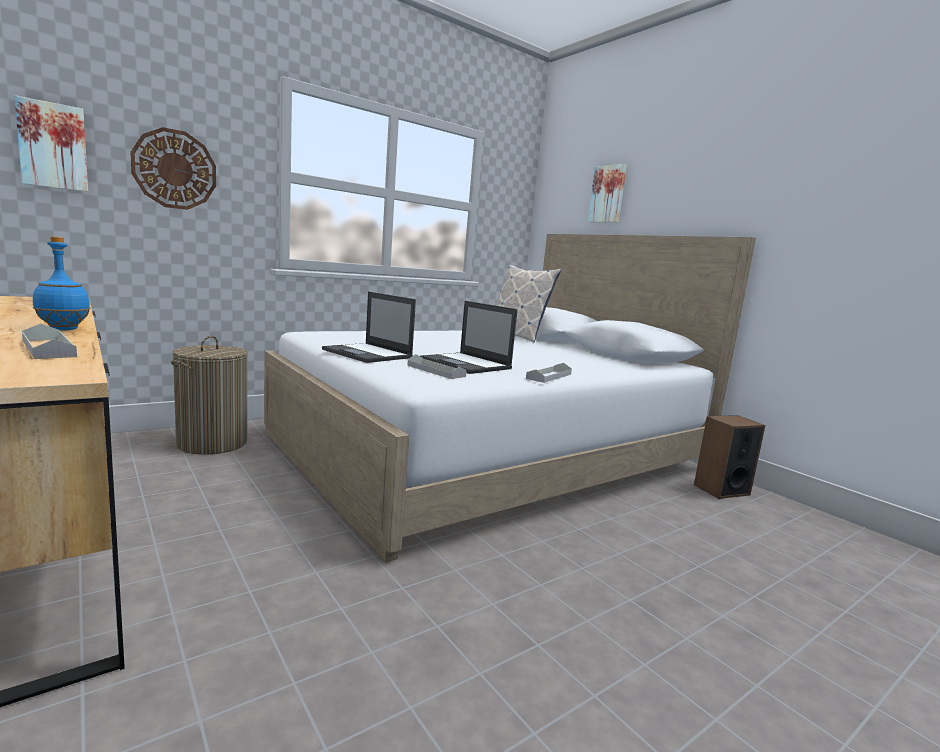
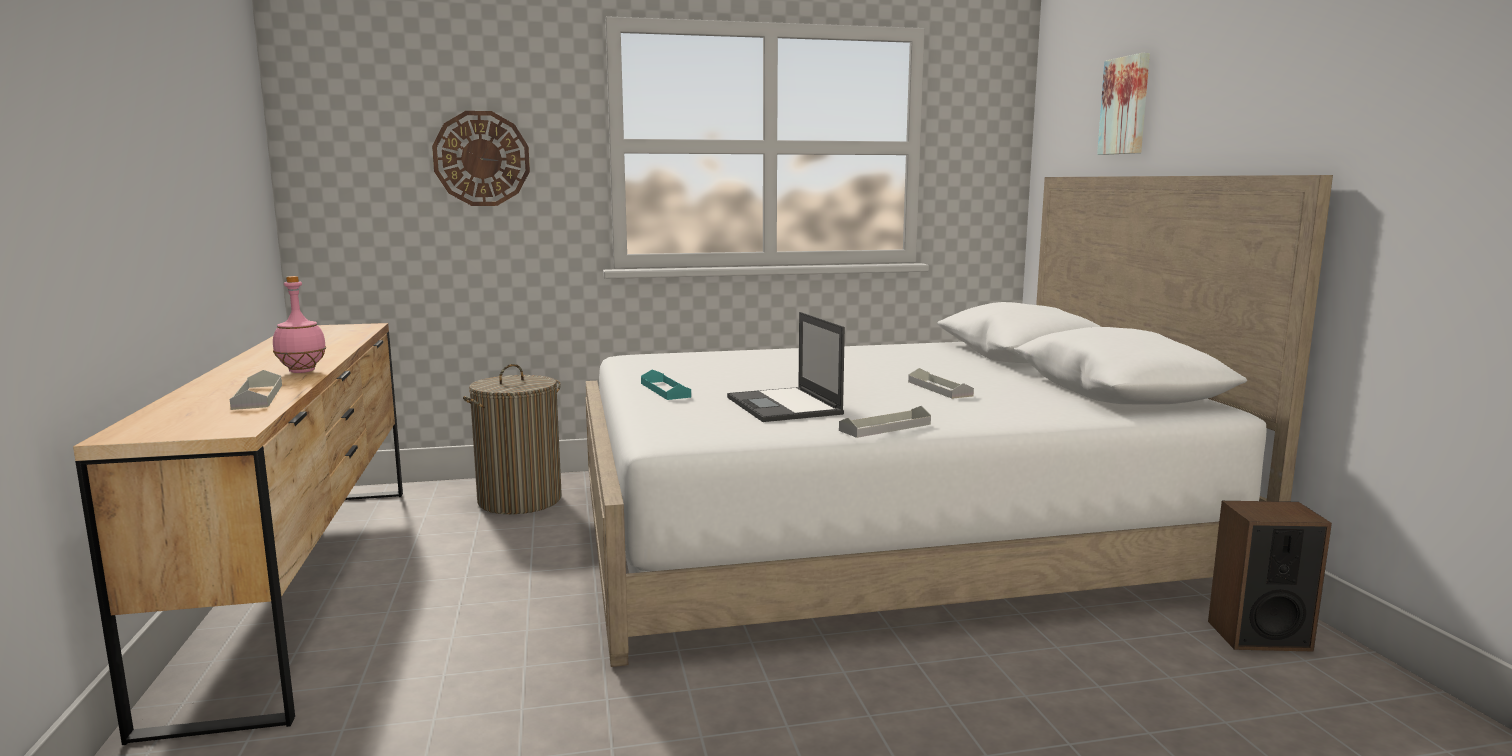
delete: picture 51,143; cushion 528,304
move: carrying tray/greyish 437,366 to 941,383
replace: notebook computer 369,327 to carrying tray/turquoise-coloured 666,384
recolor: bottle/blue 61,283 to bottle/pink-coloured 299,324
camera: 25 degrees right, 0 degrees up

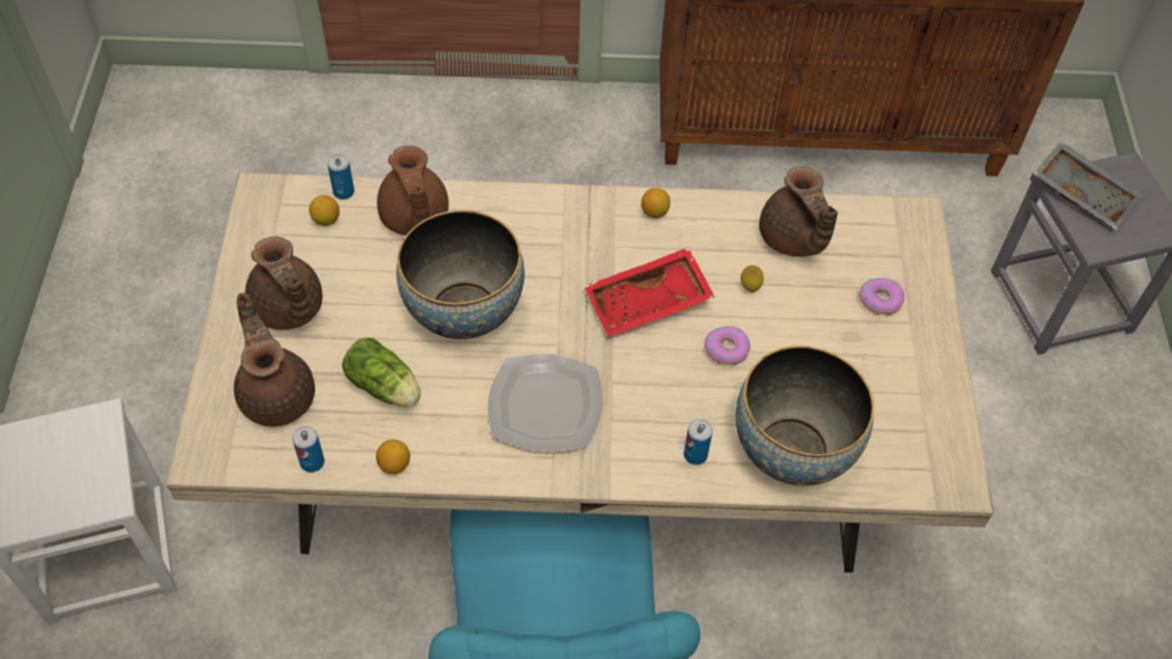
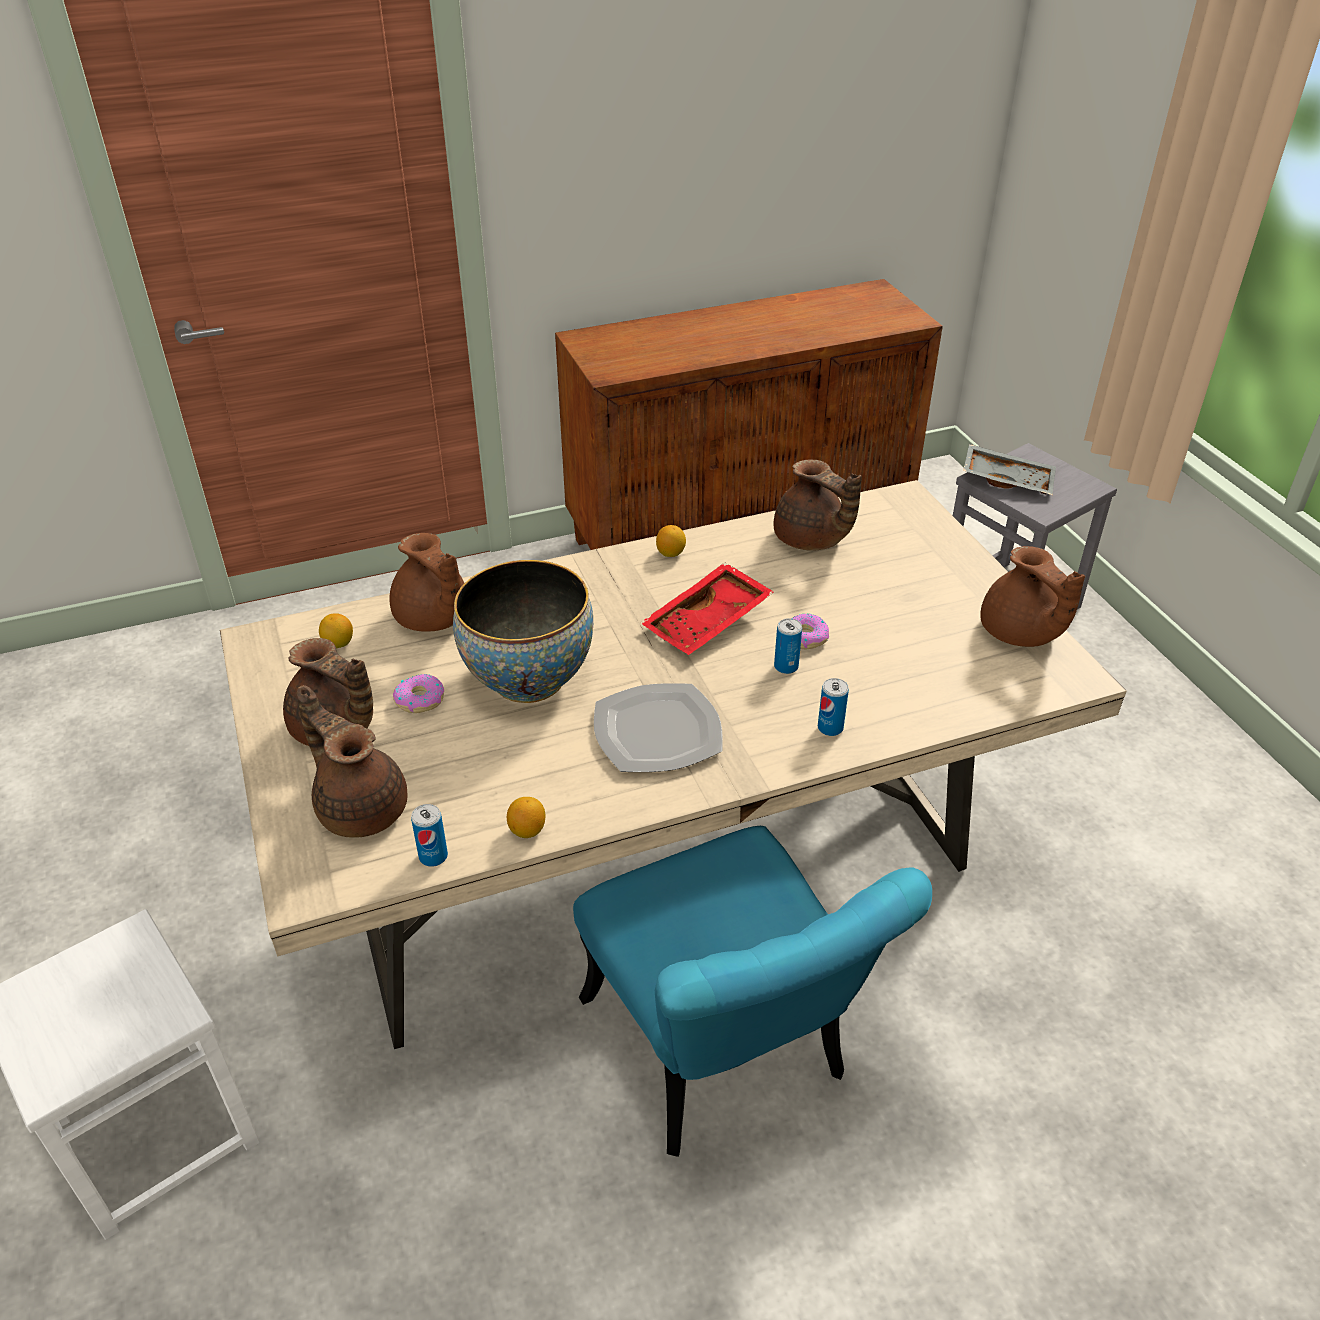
delete: head of lettuce 381,372; deep dish 805,415; citrus fruit 752,278
insert: teapot/brownish 1032,596
move: sealed can 340,177 to 788,646; donut 881,296 to 418,693
camera: 20 degrees left, 15 degrees down

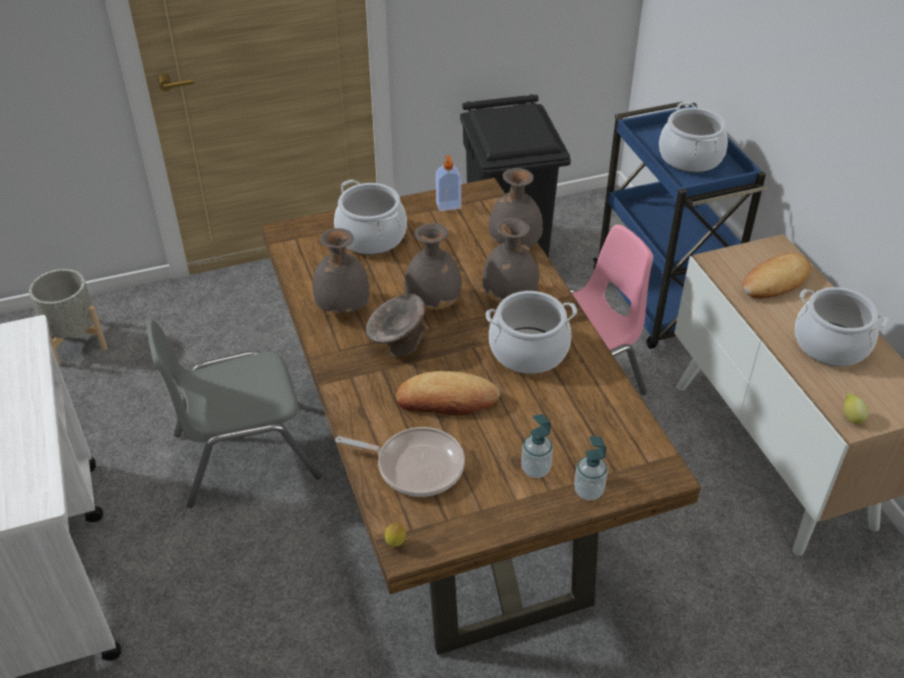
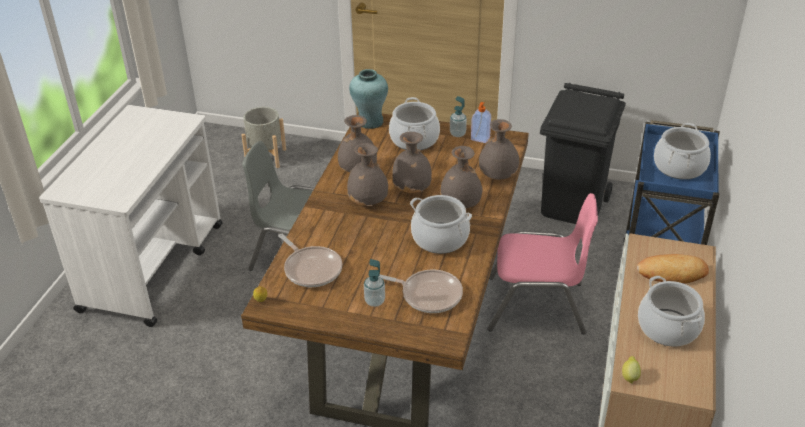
delete: bakery bread 448,393
insert: decorative vase/turquoise-coloured 368,99; skillet 421,291
move: soap bottle 591,468 to 458,116
replace: deep dish/greyish 396,325 to decorative vase/greyish 367,174
camera: 35 degrees right, 5 degrees down

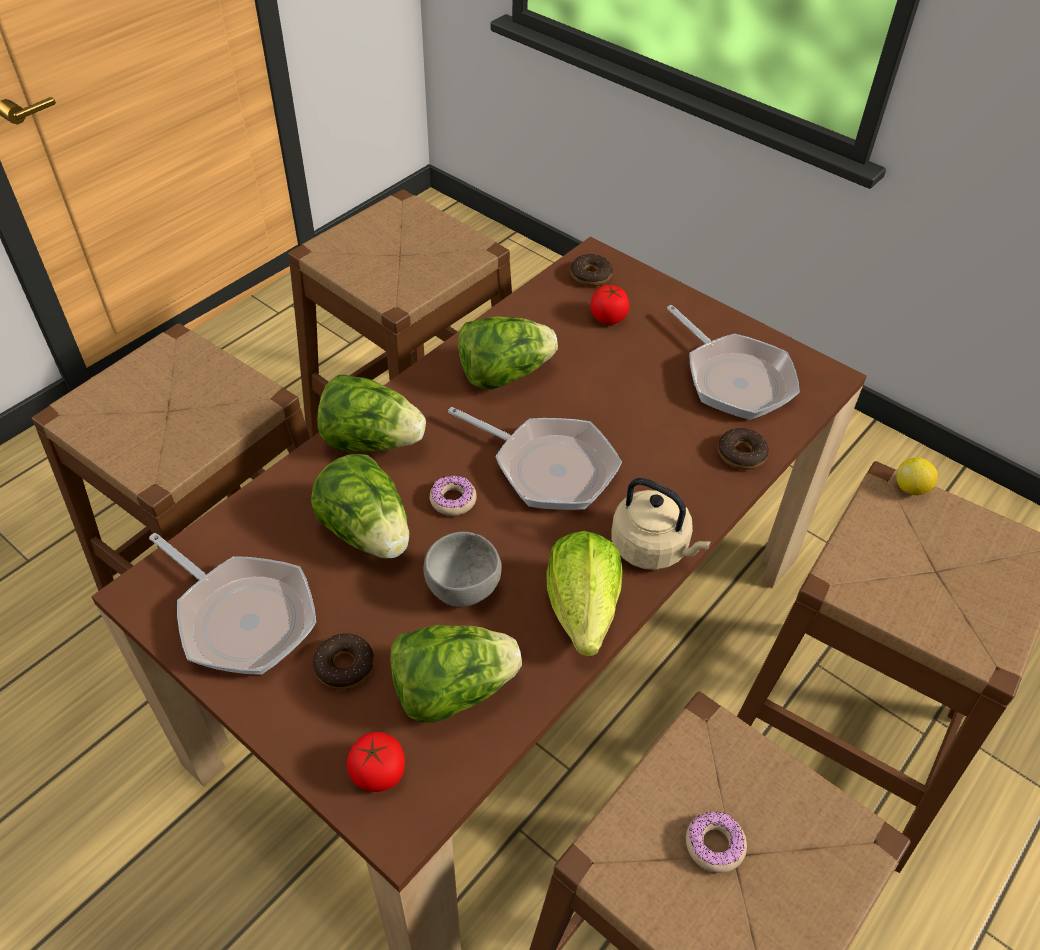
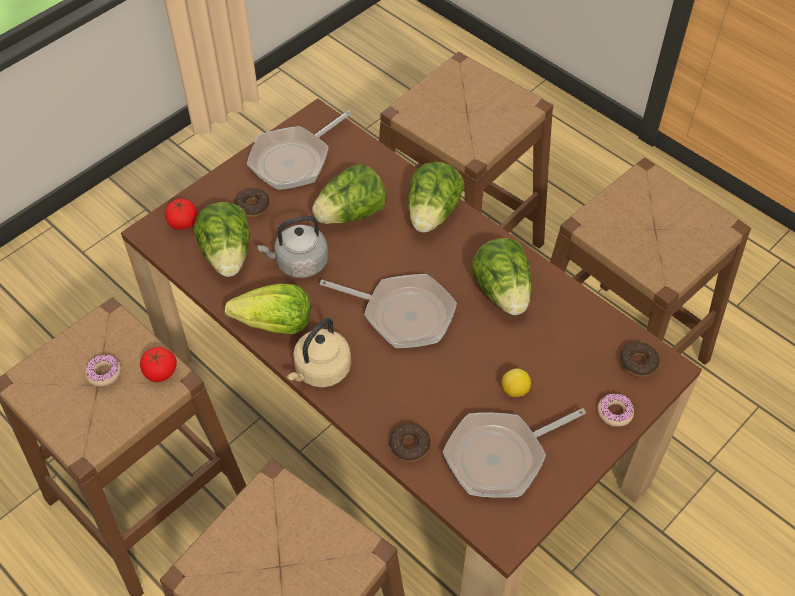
move: donut 453,495 to 615,410; fresh tomato 610,305 to 158,364; citrus fruit 917,476 to 516,383
replace: deep dish/greyish 462,569 to tea kettle/greyish 292,247
rotate: skillet 535,458 = 388,311 105 degrees counterclockwise
camera: 95 degrees right, 5 degrees up

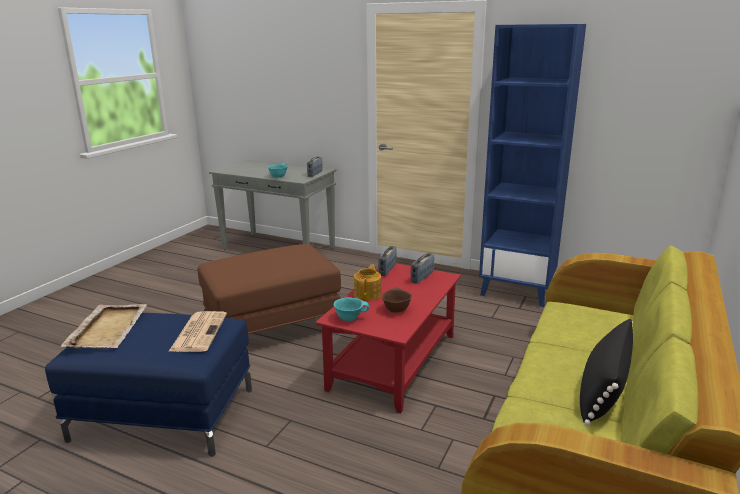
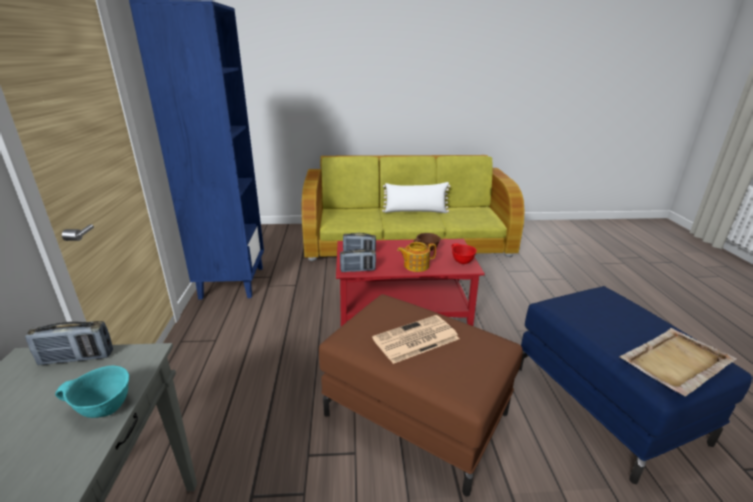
move: daily paper 197,331 to 415,339
recolor: deep dish/turquoise-coloured 351,309 to deep dish/reddish 464,253; cushion/blackish 606,372 to cushion/whitish 416,197
camera: 120 degrees left, 5 degrees up

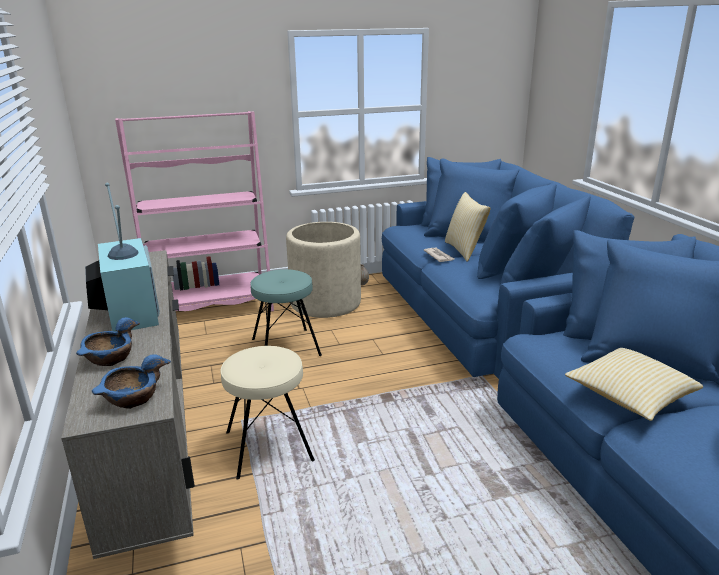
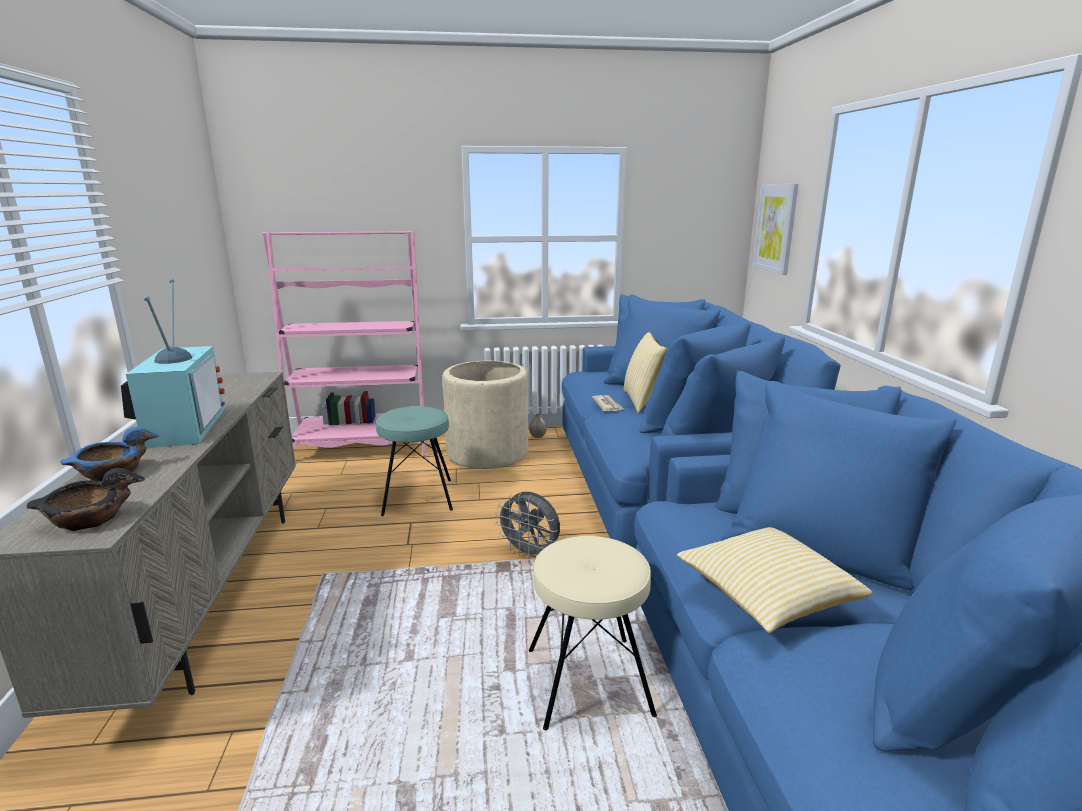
insert: cooling fan/greyish 527,525; picture 775,229
move: stool/sand-coloured 267,413 to 593,633
recolor: deep dish/blue 131,381 to deep dish/blackish 86,499
camera: 10 degrees right, 5 degrees down

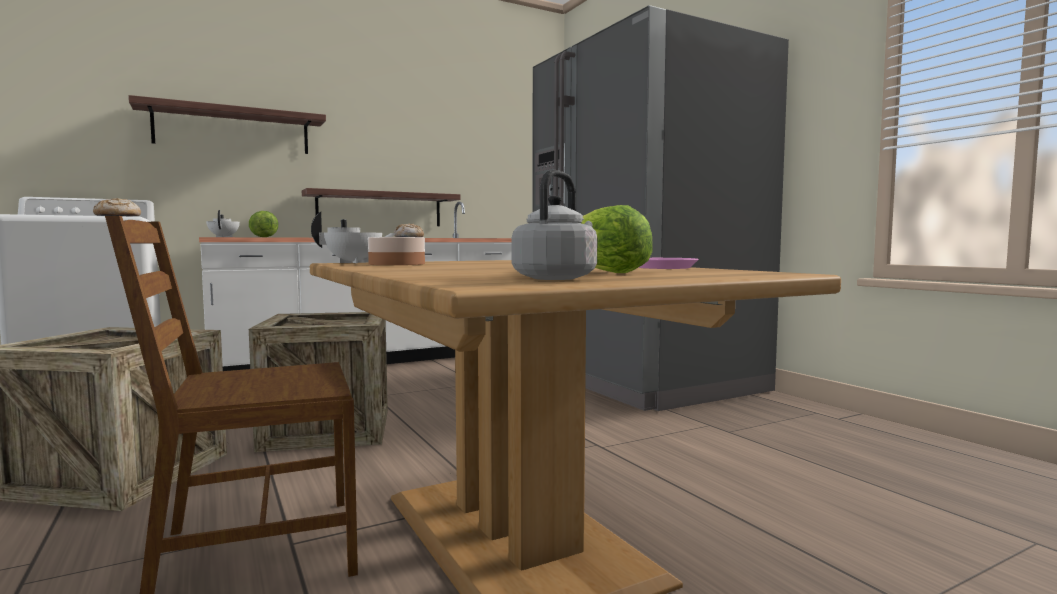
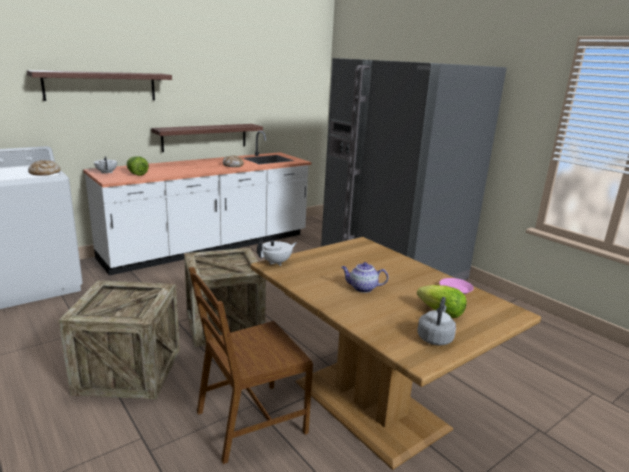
delete: deep dish 396,251
insert: teapot 364,277
camera: 10 degrees left, 15 degrees up

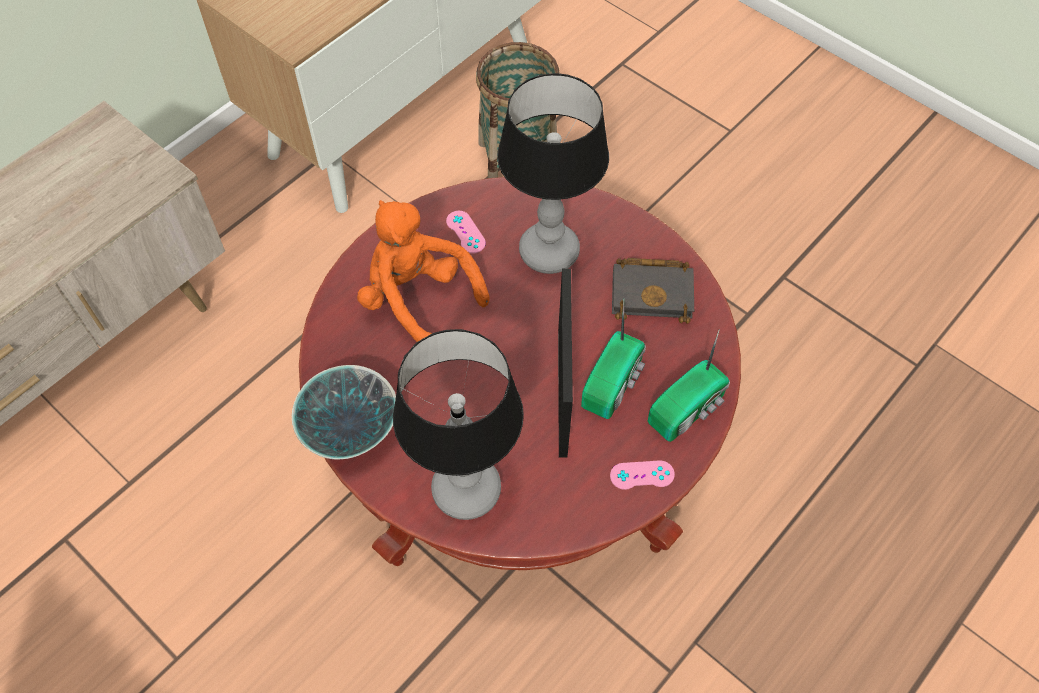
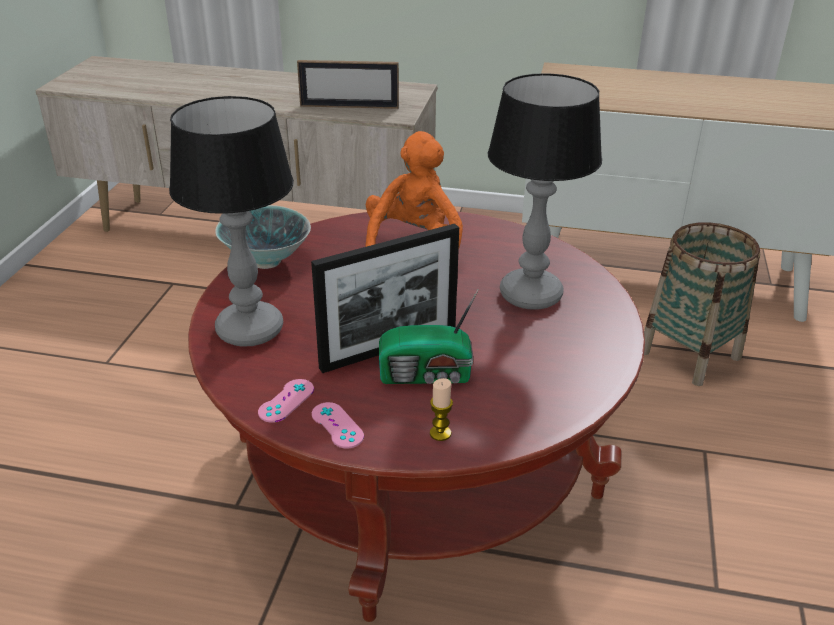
delete: bound book/blackish 653,291
insert: standing frame 348,84
move: joypad/pink-coloured 466,232 to 286,401
replace: radio receiver 689,385 to wax candle 441,409
camera: 60 degrees right, 25 degrees down

